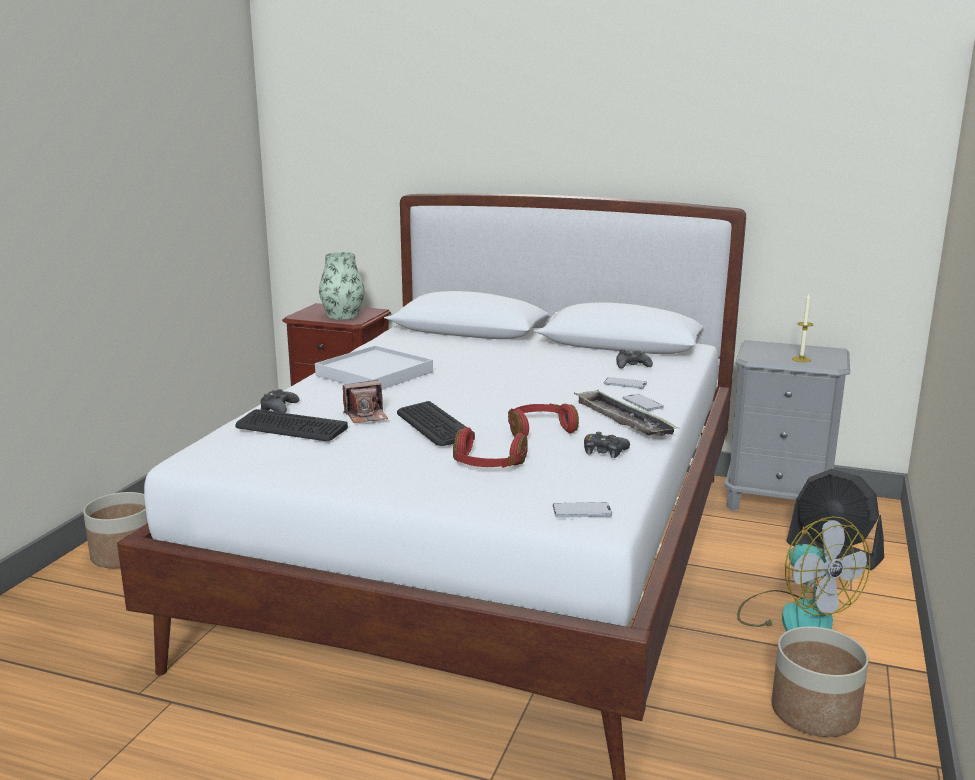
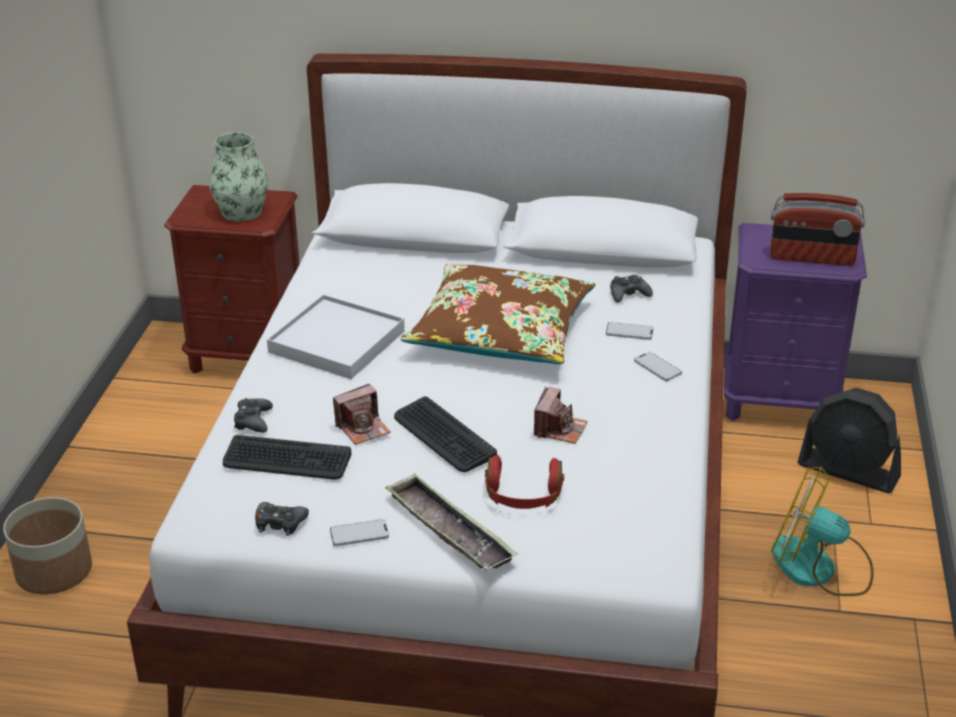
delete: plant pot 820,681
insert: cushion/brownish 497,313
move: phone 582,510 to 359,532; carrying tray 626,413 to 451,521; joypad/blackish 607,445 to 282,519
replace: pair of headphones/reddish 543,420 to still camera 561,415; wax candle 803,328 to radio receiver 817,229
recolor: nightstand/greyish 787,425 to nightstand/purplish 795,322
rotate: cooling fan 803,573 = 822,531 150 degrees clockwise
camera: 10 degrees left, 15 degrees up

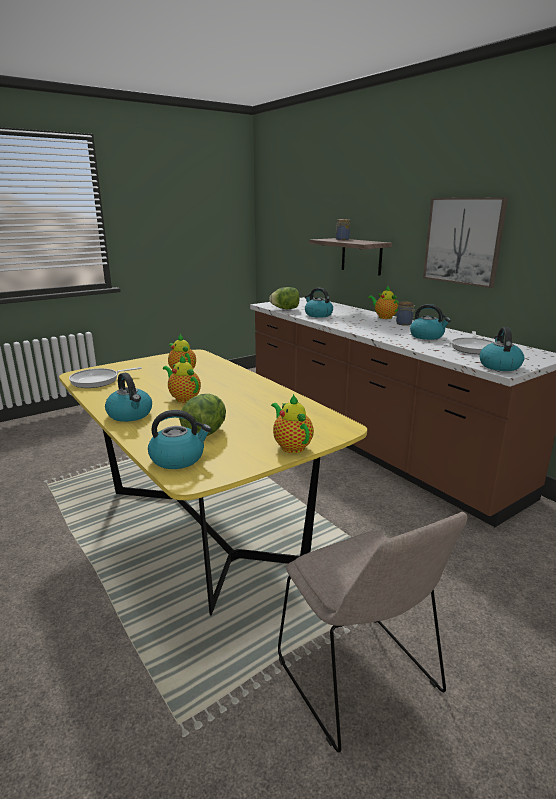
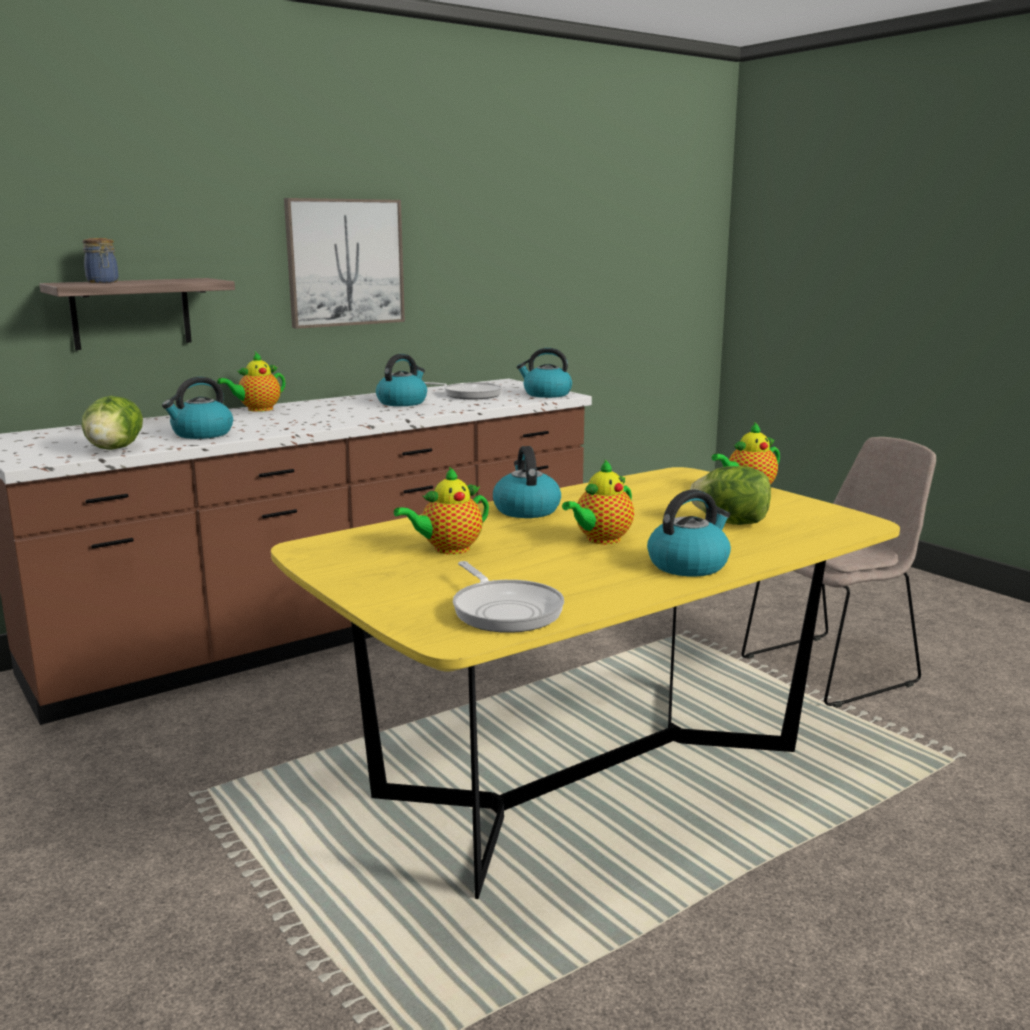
delete: preserve jar 405,314
move: tea kettle 179,439 to 527,482
camera: 90 degrees left, 5 degrees down

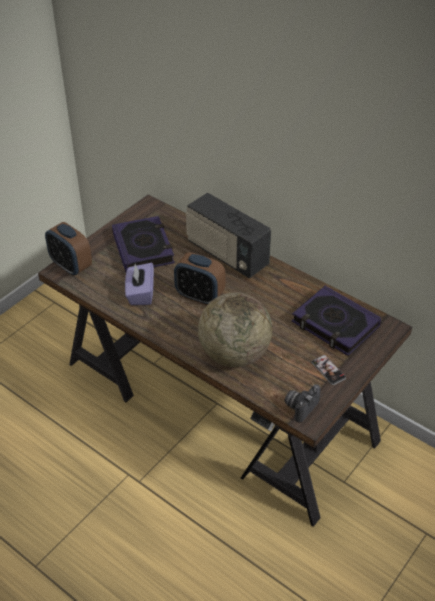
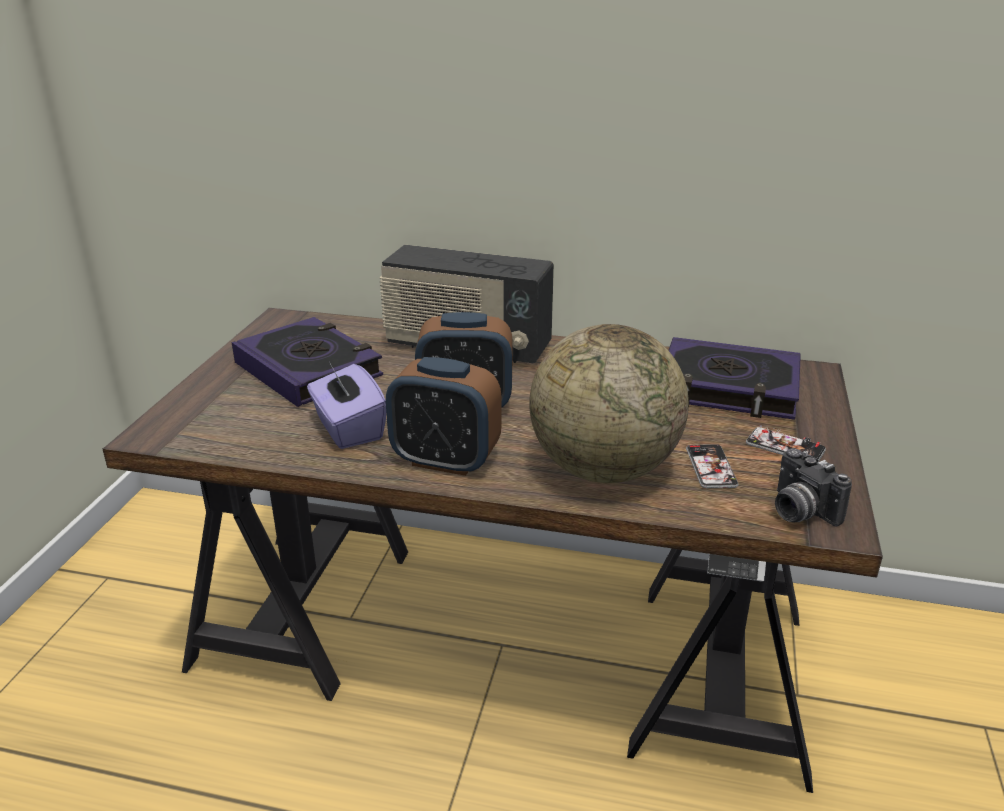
insert: phone 712,466
move: bedside clock 68,249 to 443,416
rotate: still camera 302,403 = 813,487 45 degrees counterclockwise
camera: 25 degrees left, 15 degrees down

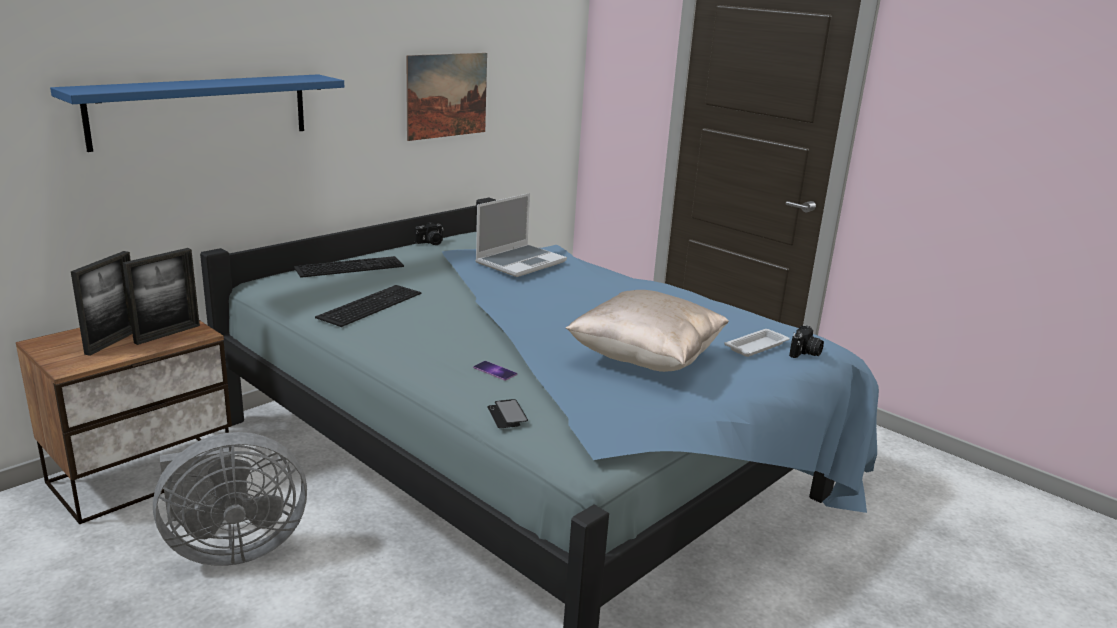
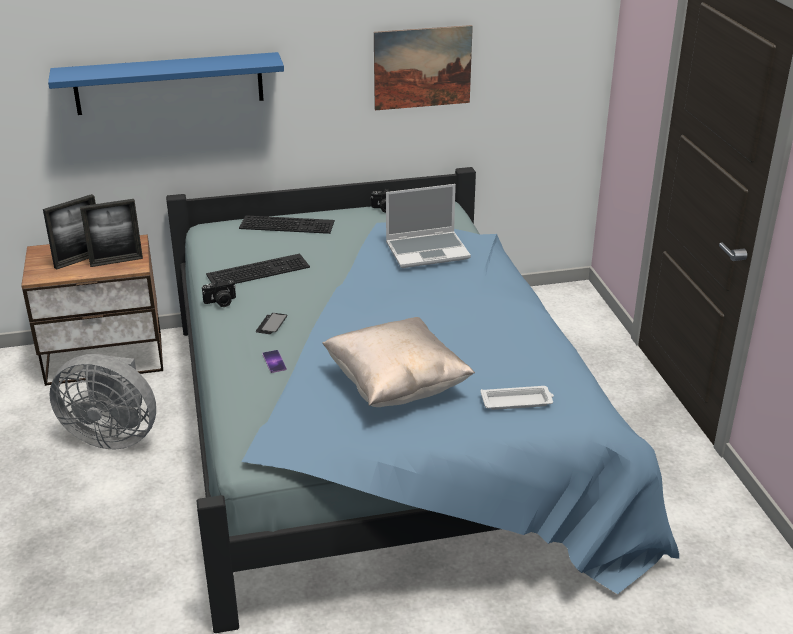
move: phone 507,413 to 271,323; still camera 806,341 to 219,293
camera: 35 degrees right, 10 degrees up

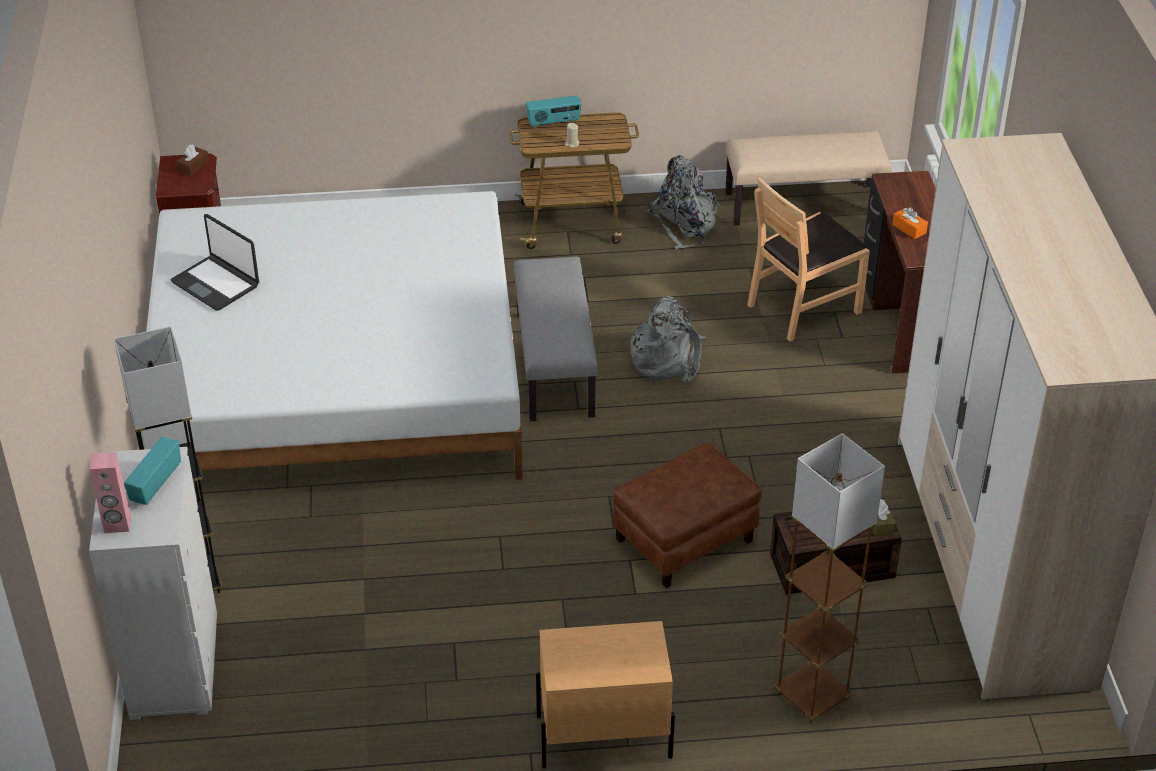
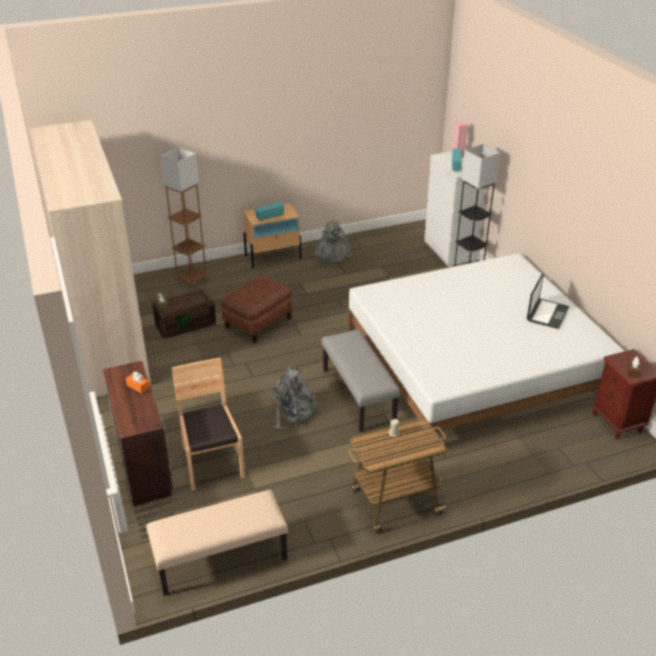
move: radio receiver 554,111 to 269,212; backpack/greyish 683,202 to 333,241
rotate: notebook computer 215,262 = 548,301 90 degrees clockwise; upright chair/brownish 808,259 = 208,424 60 degrees counterclockwise
camera: 165 degrees right, 5 degrees down

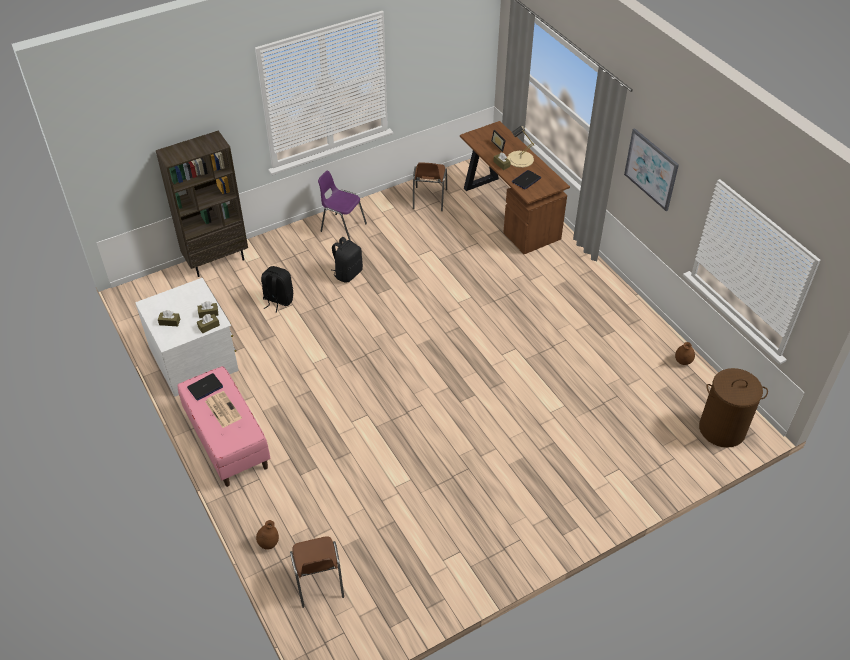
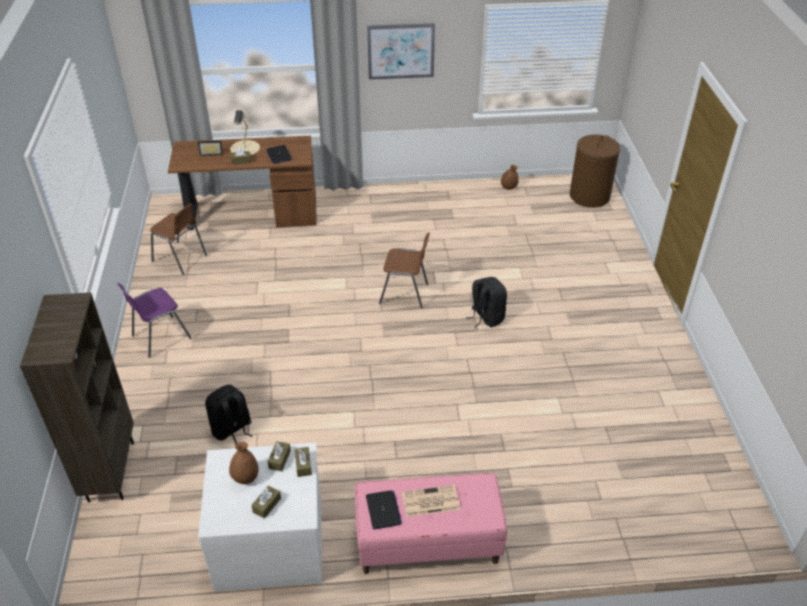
move: decorative vase/brownish 267,535 to 244,463; upright chair/brownish 317,572 to 404,270; backpack/blackish 347,259 to 486,302
camera: 65 degrees left, 5 degrees down

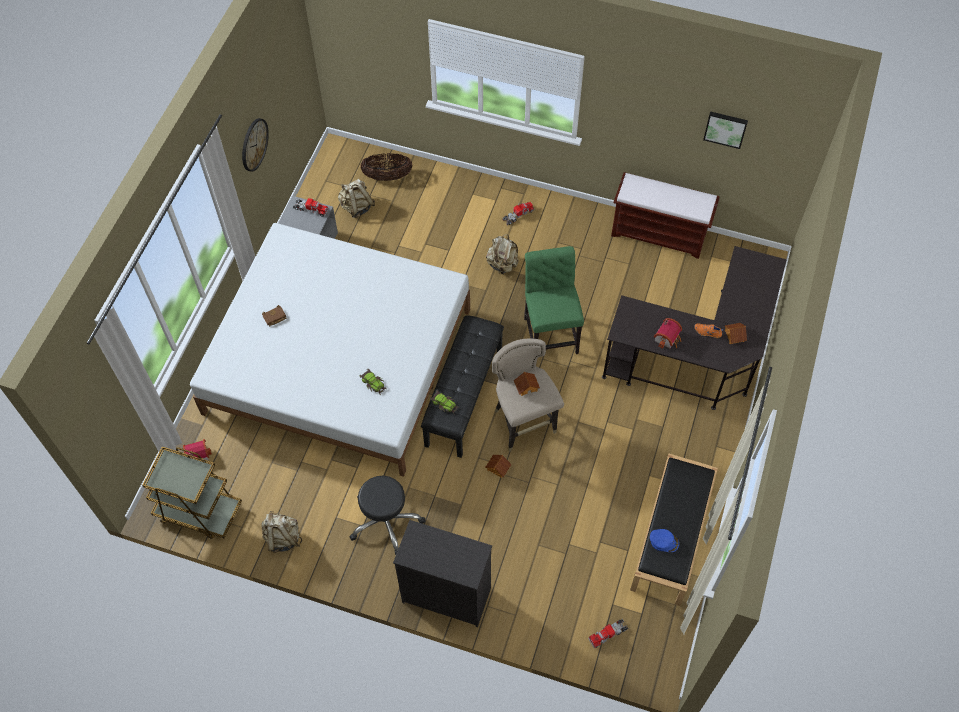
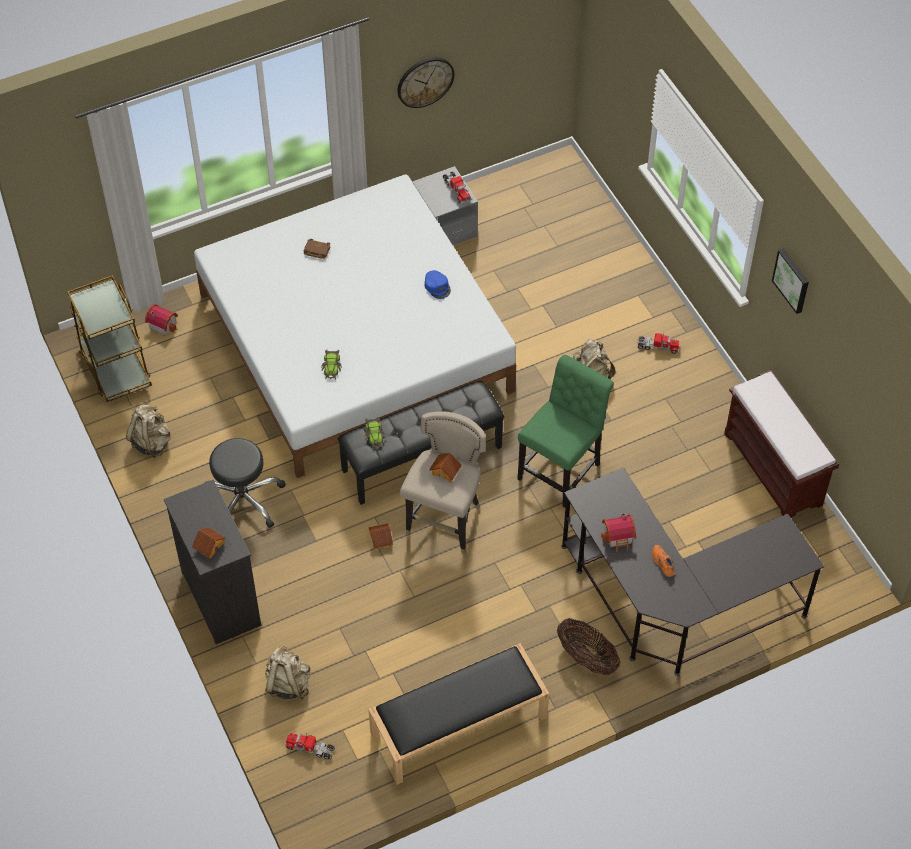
move: backpack/sand-coloured 356,198 to 287,672; household basket 386,167 to 588,647; baseball cap/blue 664,540 to 438,284; picture 725,130 to 790,281; model house 736,333 to 209,543
camera: 45 degrees right, 5 degrees down

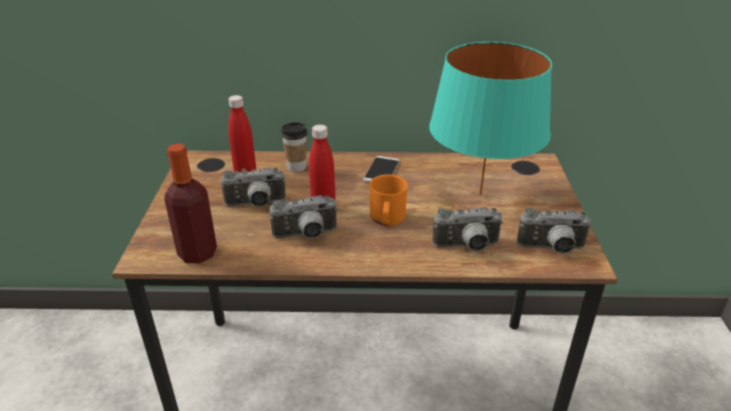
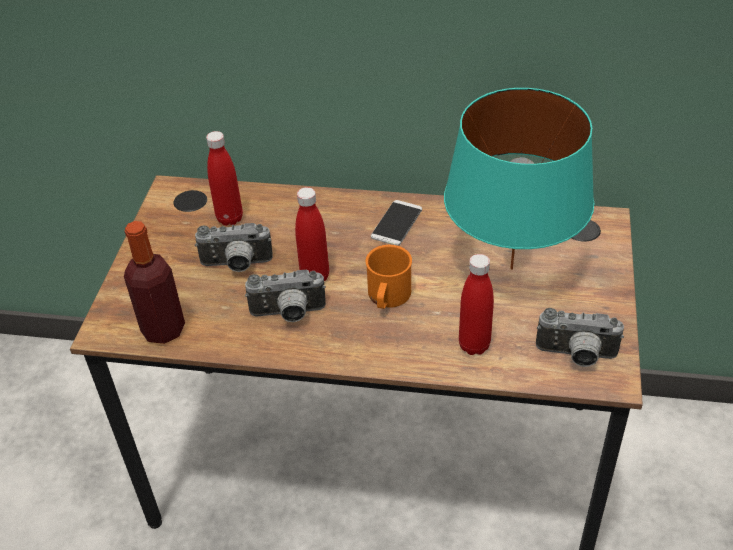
delete: drinking cup 294,147
replace: still camera 467,229 to bottle/reddish 476,304
camera: 10 degrees right, 10 degrees up

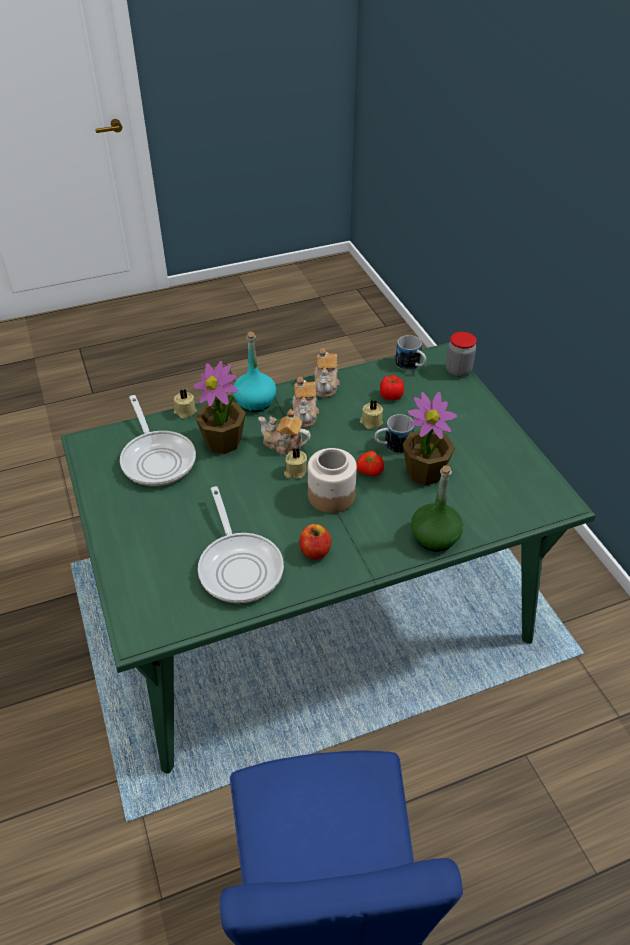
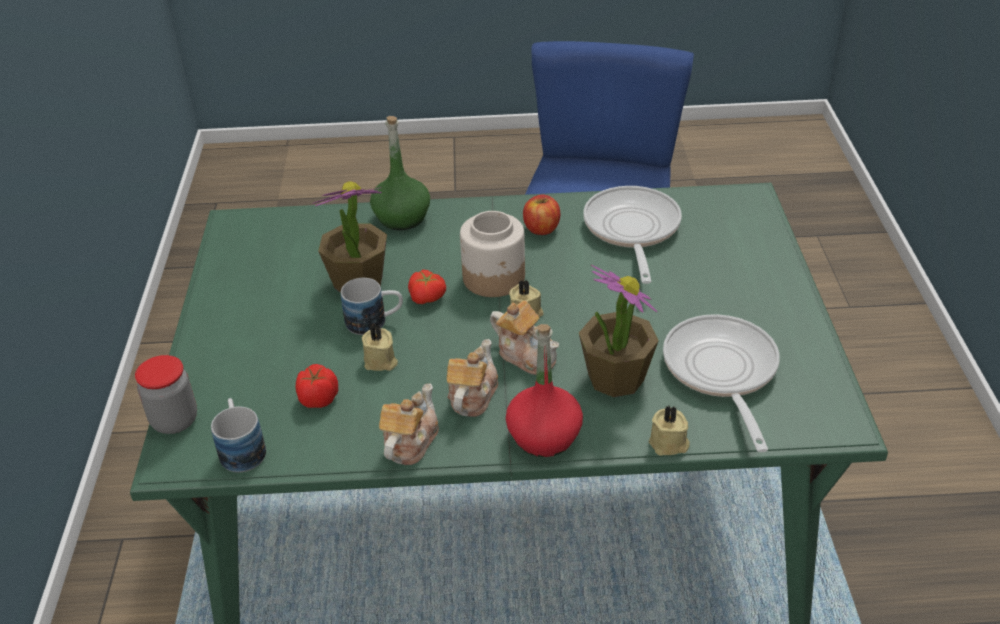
recolor: bottle/turquoise-coloured 254,371 to bottle/reddish 544,390
camera: 160 degrees left, 5 degrees down

